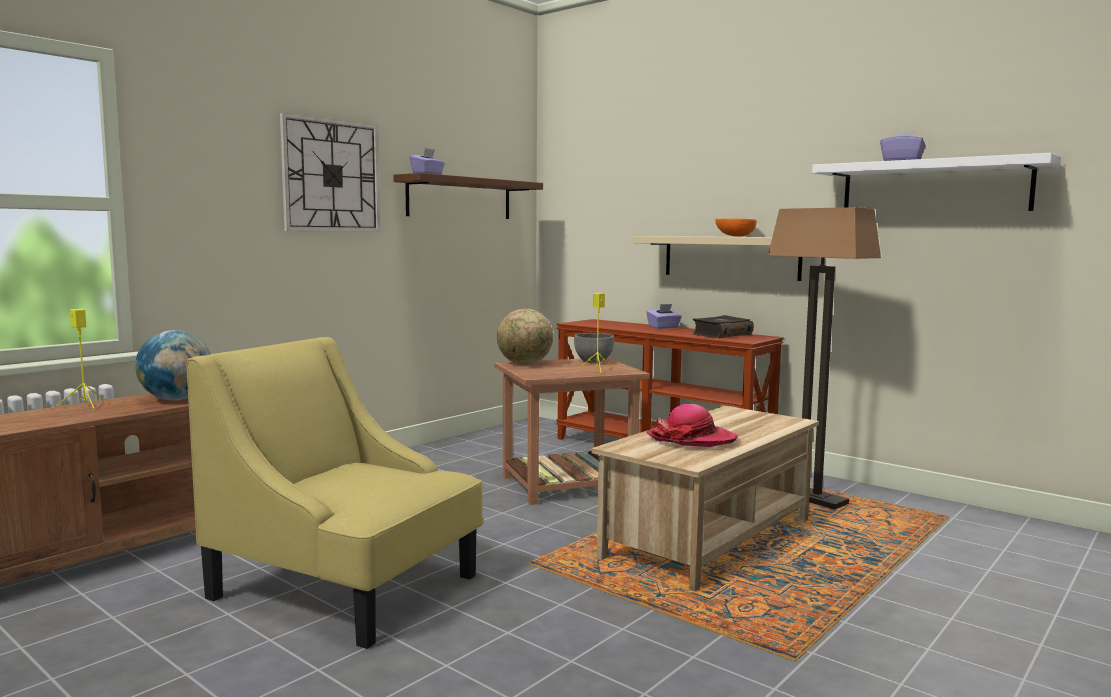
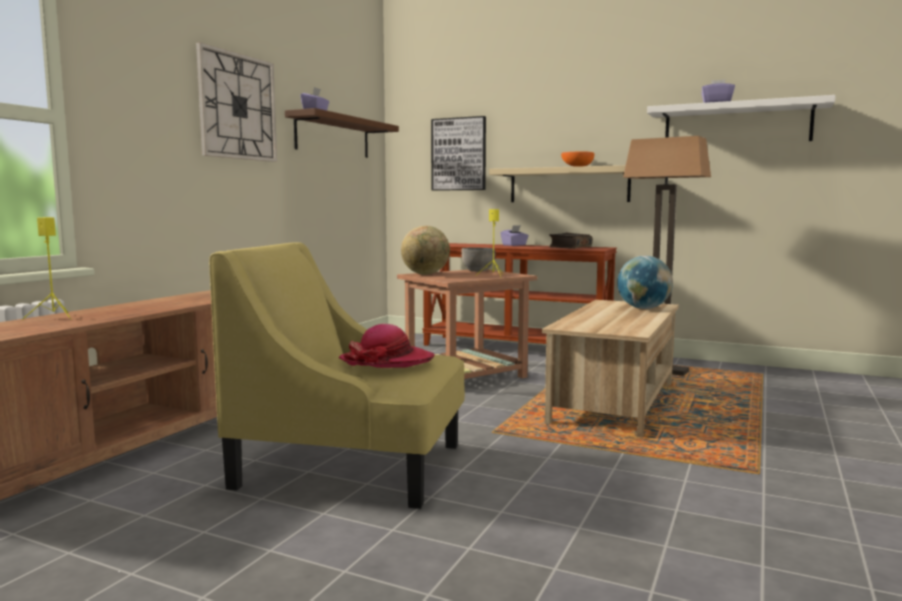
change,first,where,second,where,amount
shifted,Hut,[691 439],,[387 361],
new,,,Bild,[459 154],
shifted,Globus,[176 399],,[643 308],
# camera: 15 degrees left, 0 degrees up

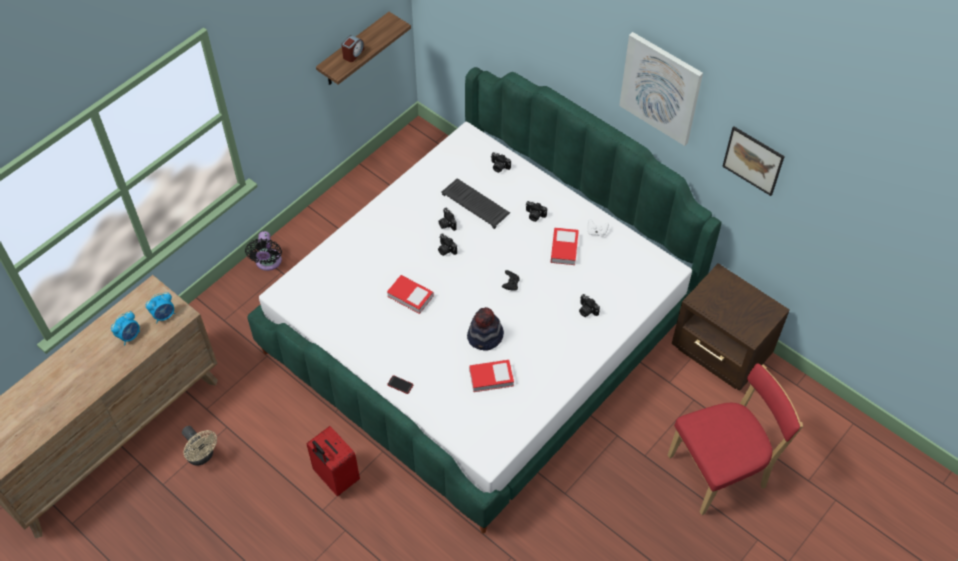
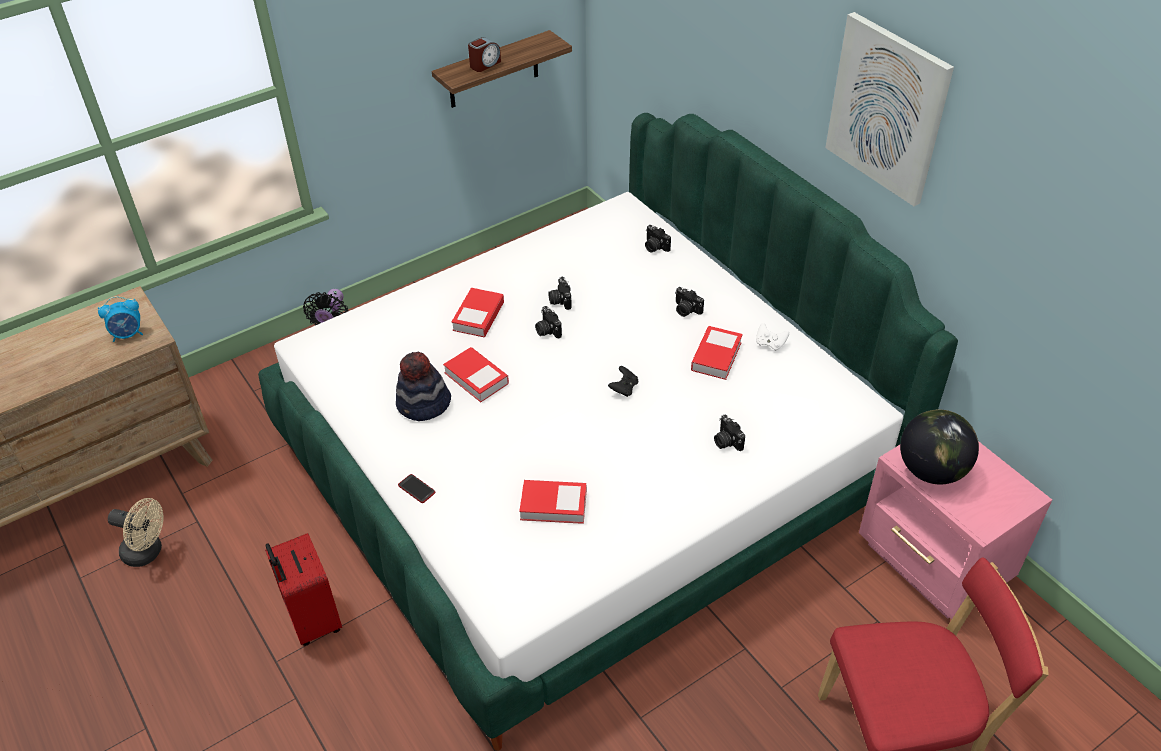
change,first,where,second,where,amount
rotated,Ventilator (beige),[202 456],,[148 552],45 degrees counterclockwise
shifted,Hut,[485 337],,[423 405],
new,,,Buch,[478 316],
repainted,Nachttisch (braun),[721 354],Nachttisch (rosa),[934 564],
new,,,Globus,[931 470],
gone,Wecker,[129 336],,,
gone,Tastatur,[476 204],,,
gone,Bild,[753 160],,,
# camera: 15 degrees right, 10 degrees down

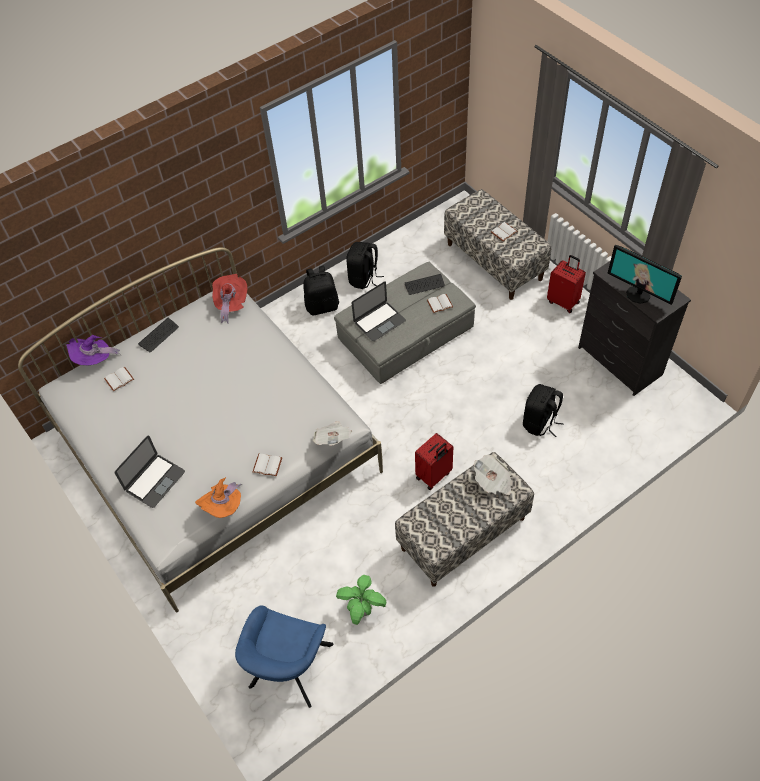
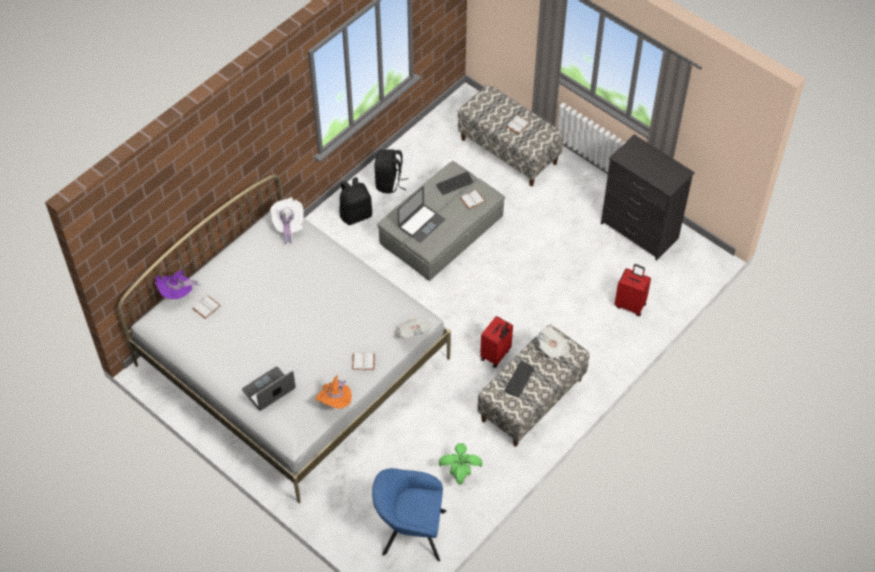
change,first,where,second,where,amount
rotated,Laptop,[155 481],,[268 389],150 degrees counterclockwise
repainted,Hut (rot),[231 304],Hut (weiß),[288 225],
rotated,Sessel (blau),[289 670],,[410 531],90 degrees clockwise
shifted,Tastatur,[159 336],,[519 380],
shifted,Koffer (rot),[563 301],,[630 305],
gone,Rucksack (schwarz),[540 423],,,
gone,Monitor,[638 294],,,
# camera: 15 degrees left, 0 degrees up

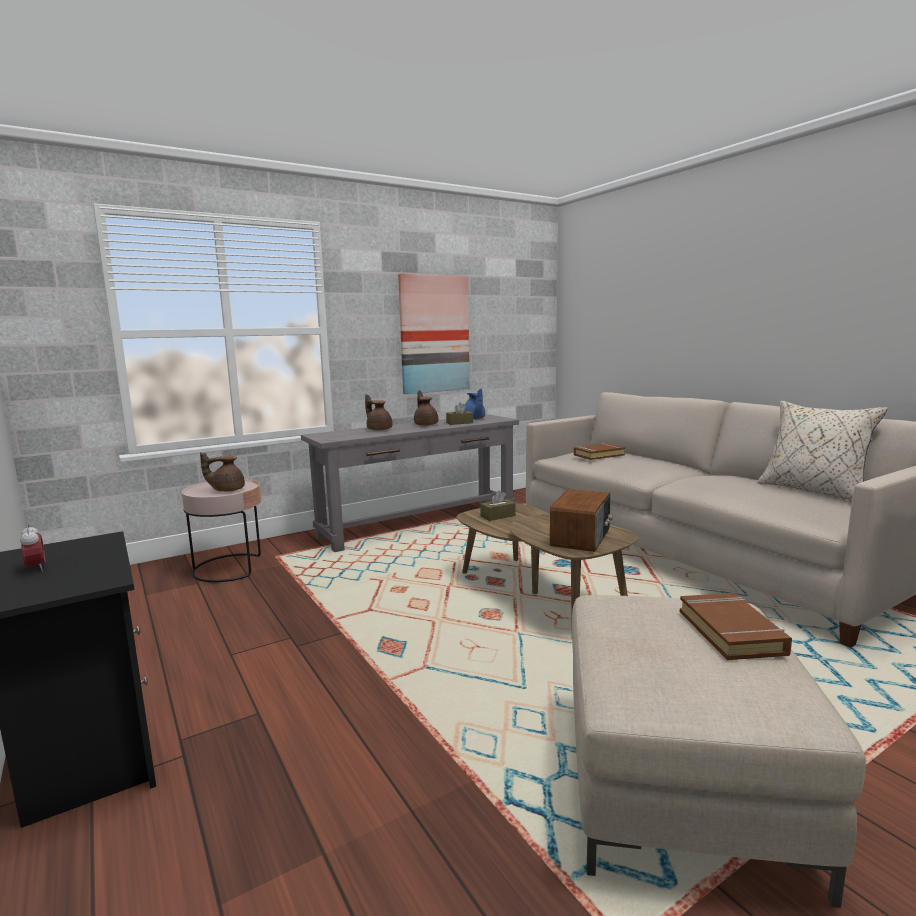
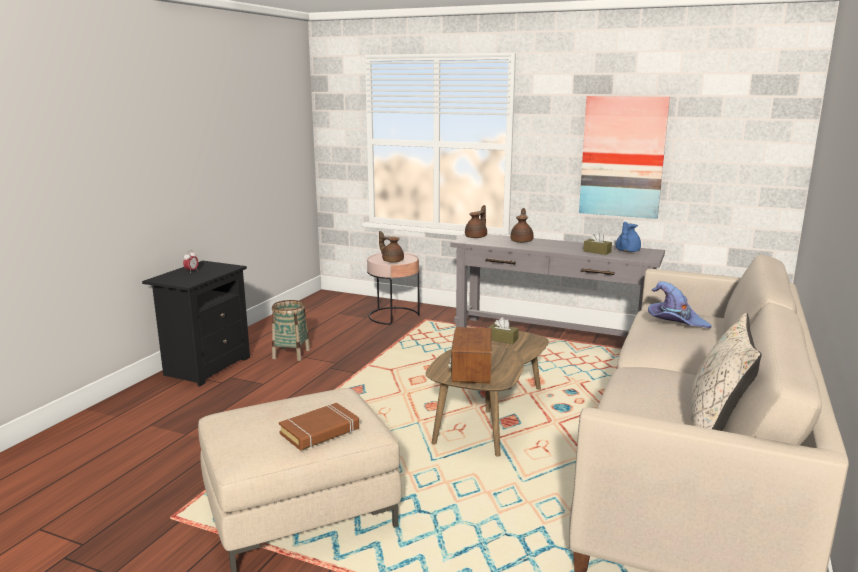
change,first,where,second,where,amount
new,,,Korb,[291 354],
rotated,Radio,[582 538],,[470 370],105 degrees clockwise
shifted,Teekanne (braun),[426 424],,[476 237],
swapped,Buch (braun),[598 455],Hut (lila),[675 322],
# camera: 55 degrees right, 5 degrees up

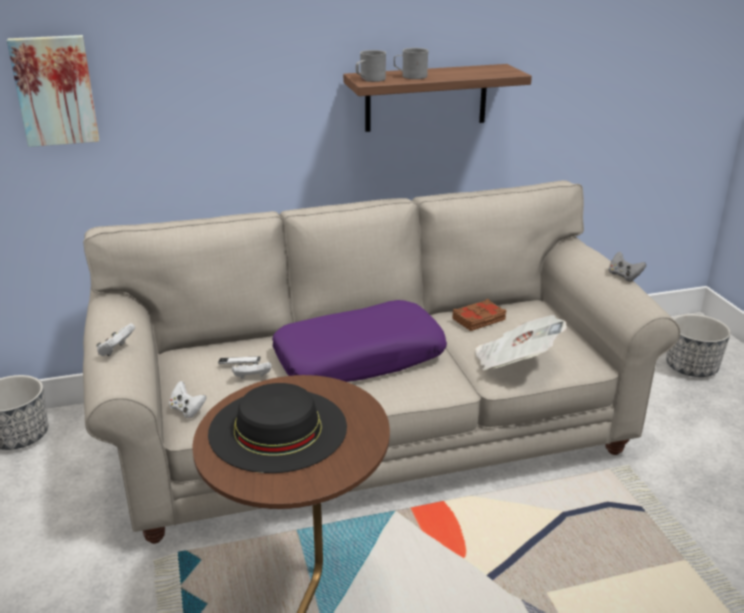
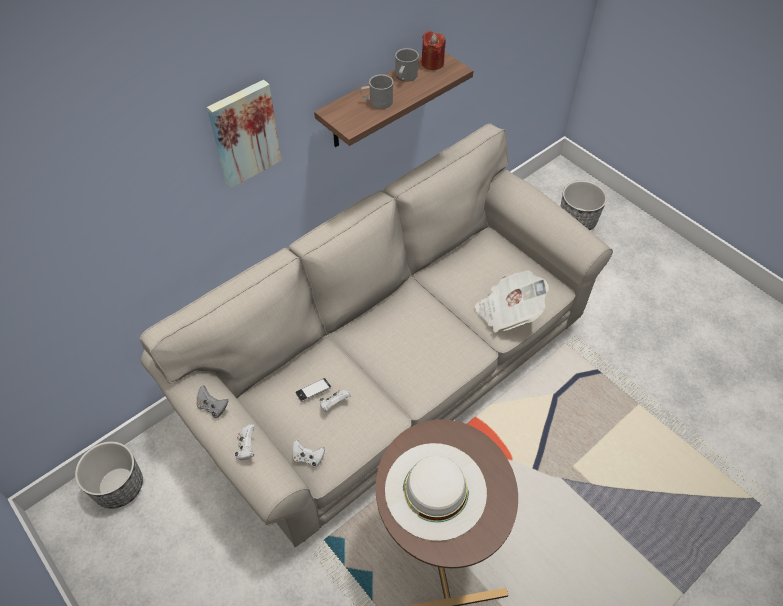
change,first,where,second,where,amount
shifted,Gamepad (grau),[624 276],,[213 407],
shifted,Bild,[55 90],,[244 133],
repainted,Hut (schwarz),[277 429],Hut (weiß),[435 490],
shifted,Henkelbecher (grau),[369 79],,[405 77],
new,,,Kerze (rot),[432 63],
gone,Kissen (lila),[359 358],,,
gone,Buch (braun),[479 319],,,
# camera: 25 degrees left, 25 degrees up

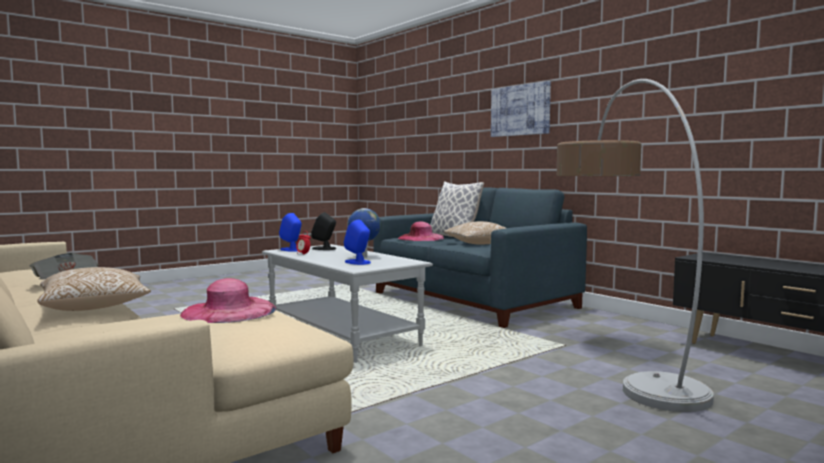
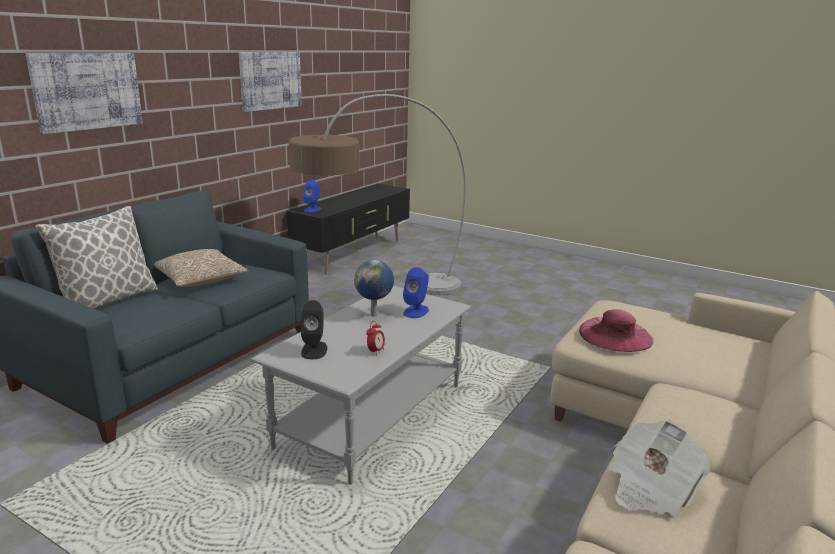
change,first,where,second,where,amount
new,,,Bild,[270 80],
shifted,Lautsprecher (blau),[291 250],,[312 209],
gone,Kissen,[95 307],,,
gone,Hut (rosa),[421 238],,,
# camera: 110 degrees left, 15 degrees up

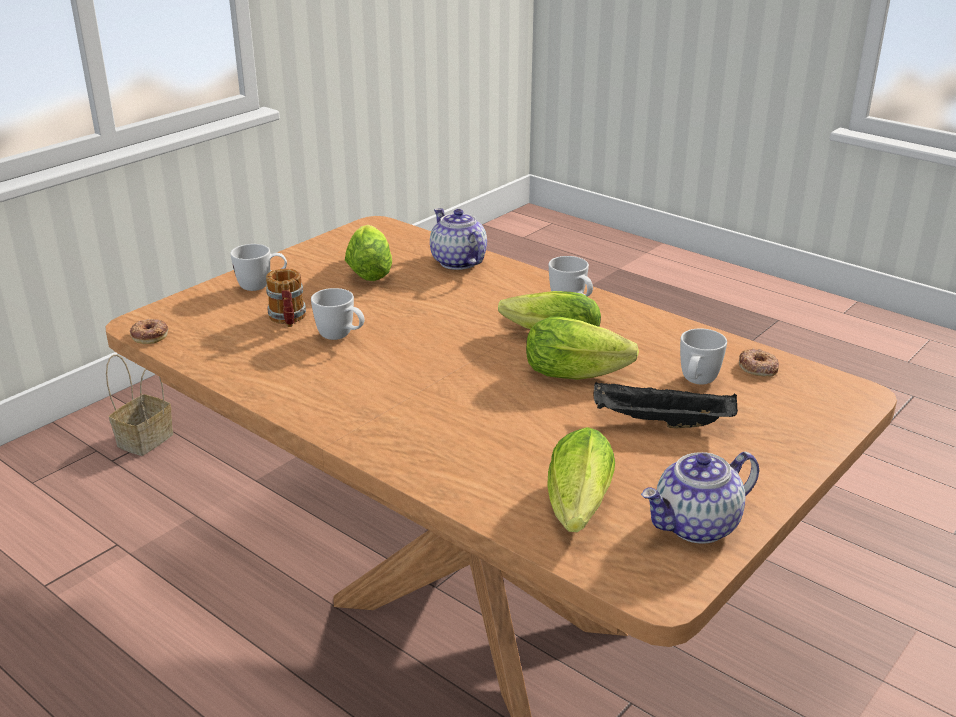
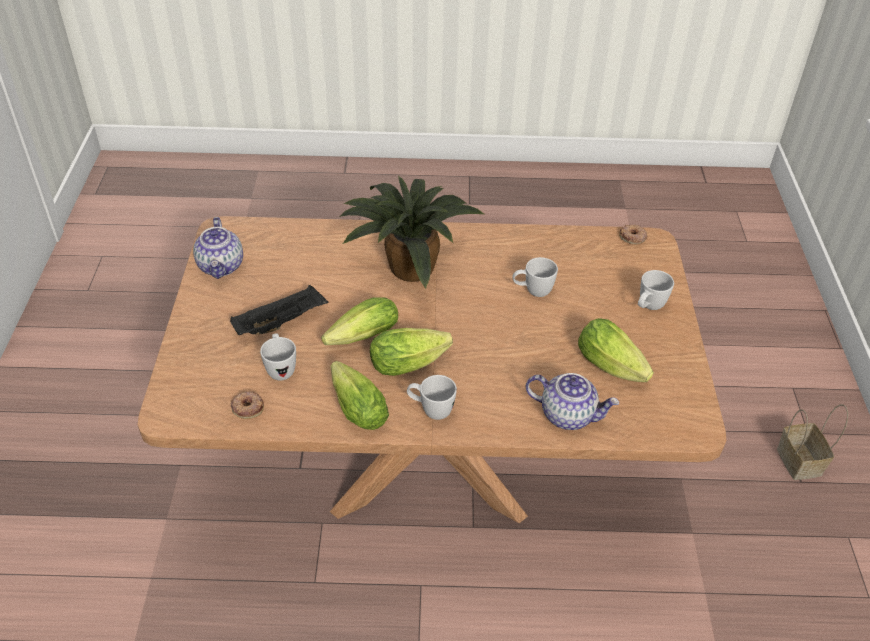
change,first,where,second,where,amount
rotated,Teekanne,[696 526],,[221 266],150 degrees clockwise
shifted,Salatkopf,[577 510],,[356 406],
new,,,Topfpflanze,[408 266],
gone,Henkelbecher,[288 319],,,
# camera: 140 degrees right, 15 degrees up

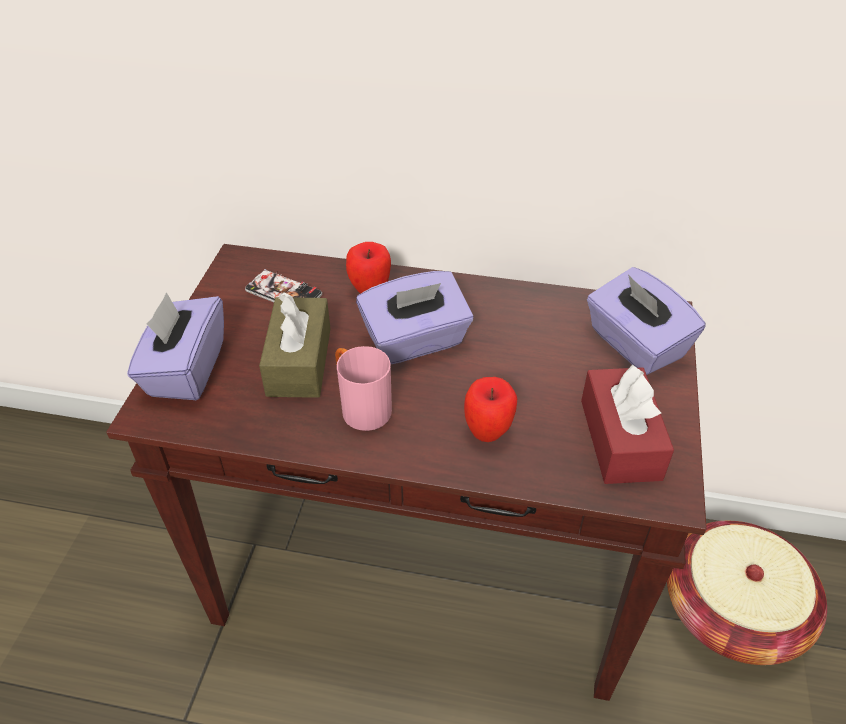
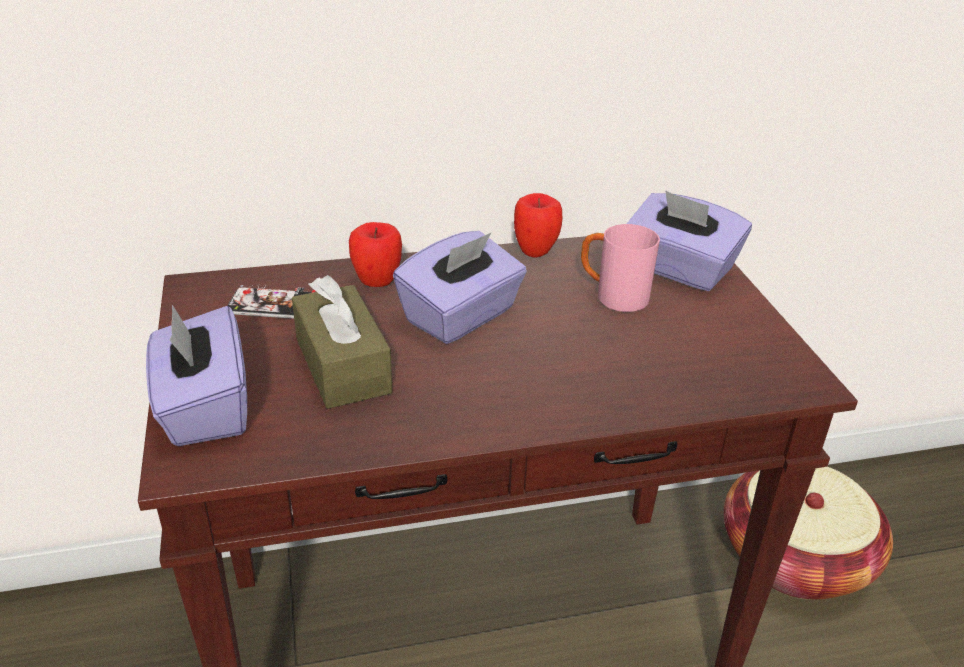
change,first,where,second,where,amount
shifted,Apfel,[488 432],,[535 252],
shifted,Henkelbecher (rosa),[360 407],,[612 296],
gone,Taschentuchbox (rot),[620 439],,,
# camera: 25 degrees left, 10 degrees down

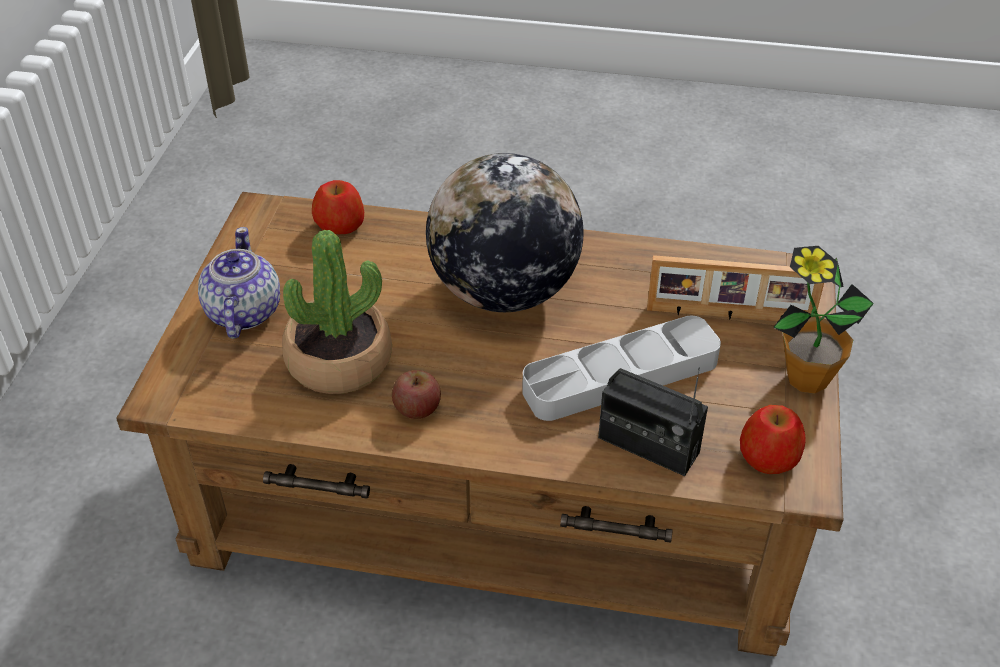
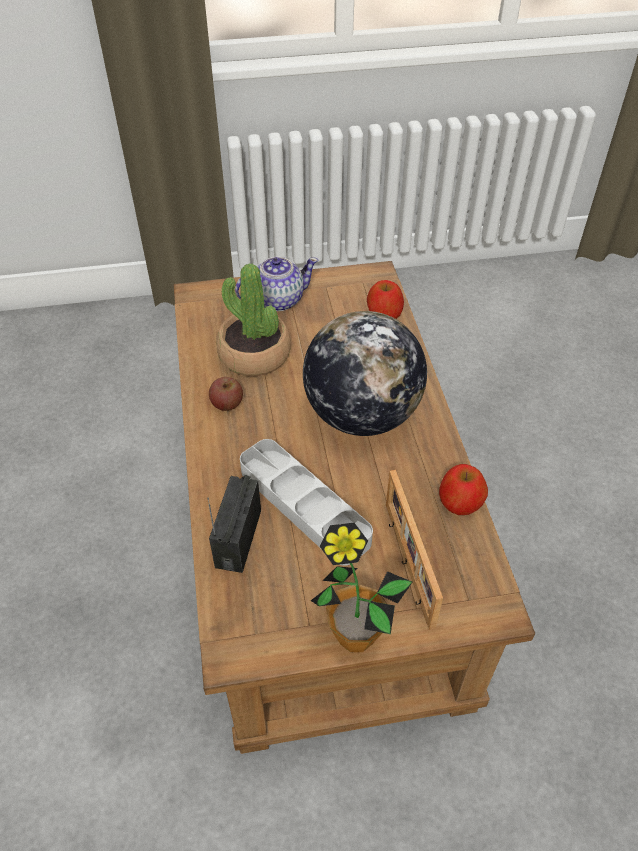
change,first,where,second,where,amount
shifted,Apfel,[769 456],,[460 501],
# camera: 70 degrees right, 5 degrees up

